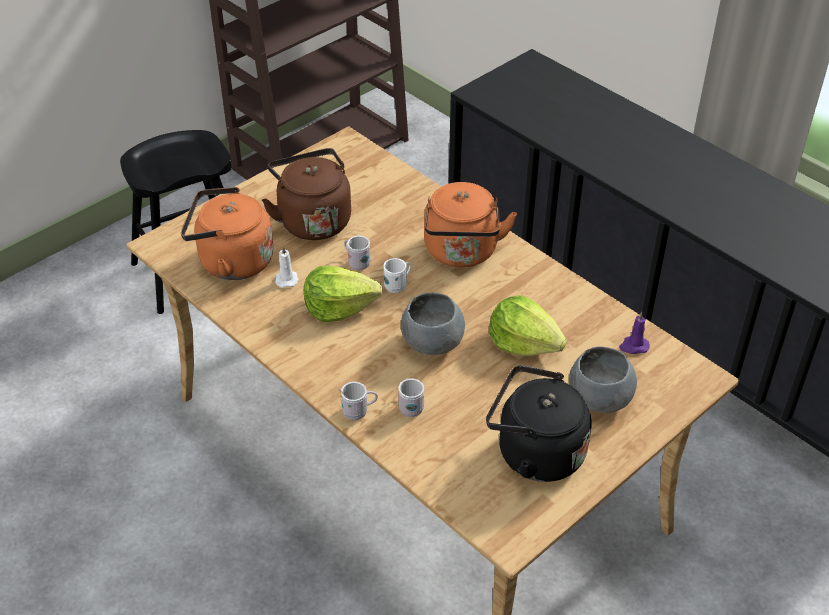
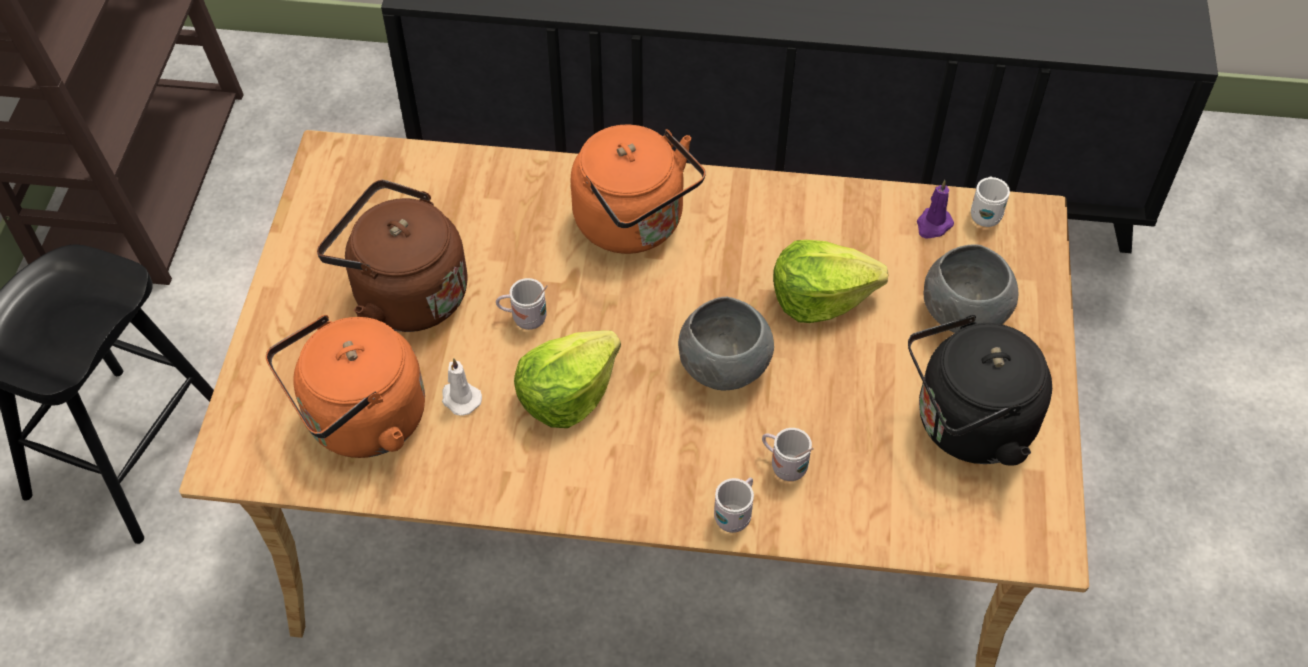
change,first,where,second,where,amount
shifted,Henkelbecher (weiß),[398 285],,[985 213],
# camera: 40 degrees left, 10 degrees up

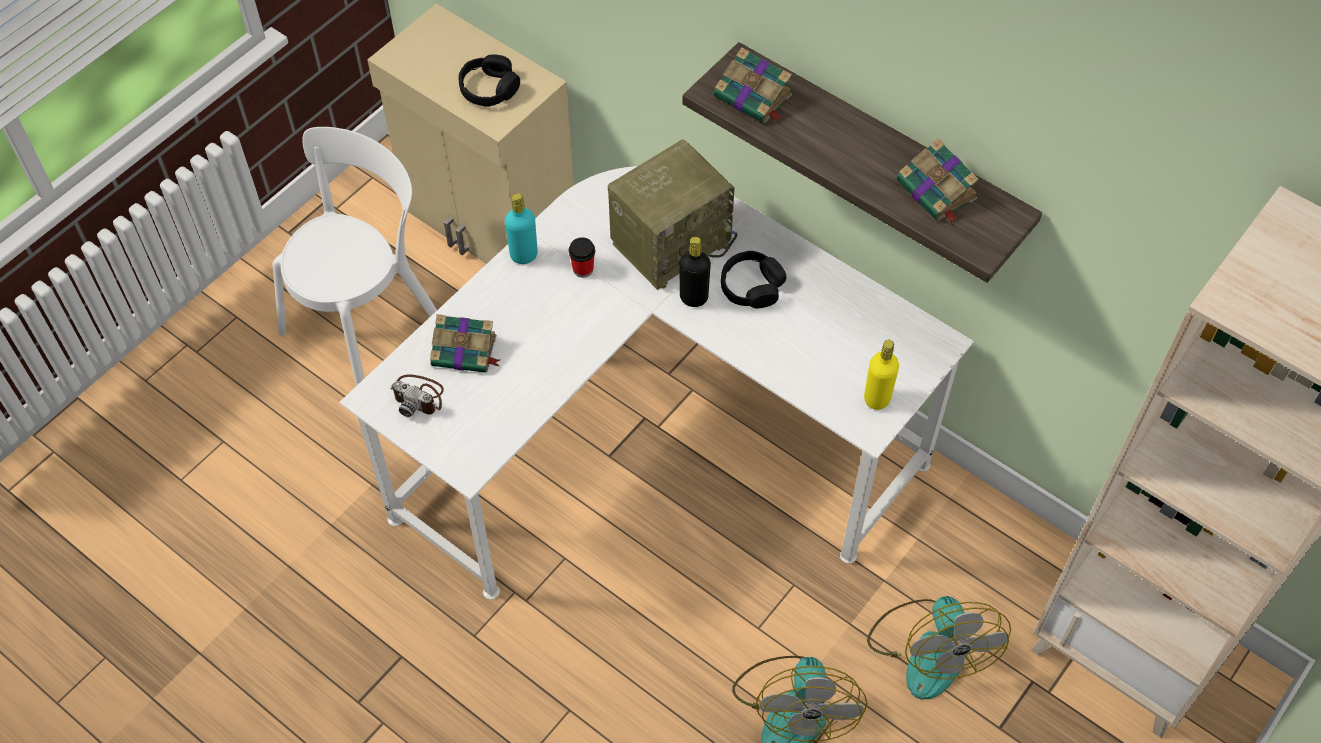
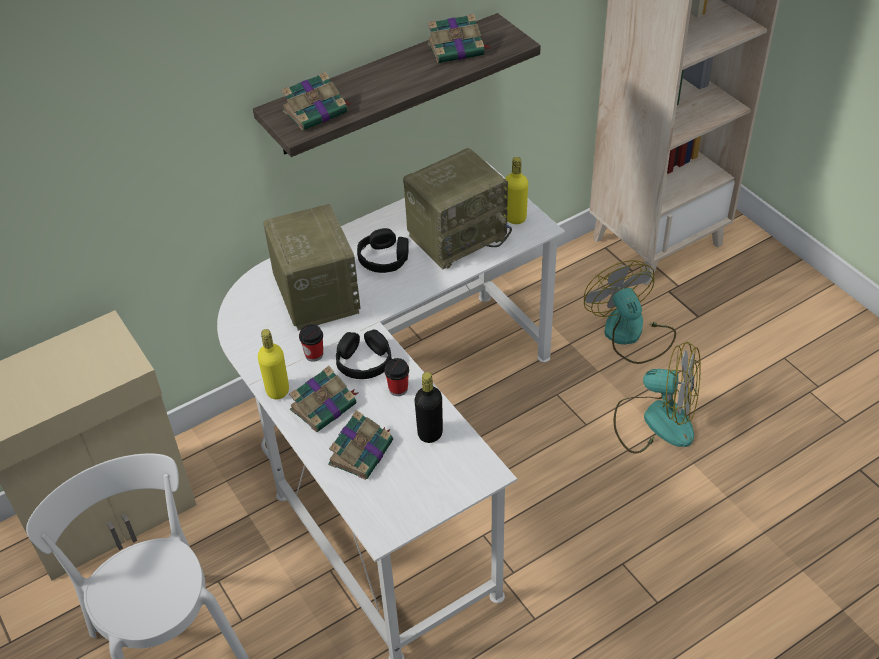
change,first,where,second,where,amount
repainted,Flasche (türkis),[524 255],Flasche (gelb),[277 390],
new,,,Buch,[324 406],
shifted,Kopfhörer (schwarz),[489 88],,[364 362],
new,,,Tasse,[398 389],
new,,,Radio,[457 235],
shifted,Flasche (schwarz),[694 298],,[430 433],
rotated,Ventilator,[929 648],,[630 334],120 degrees counterclockwise
gone,Kamera,[419 396],,,
# camera: 70 degrees left, 10 degrees down

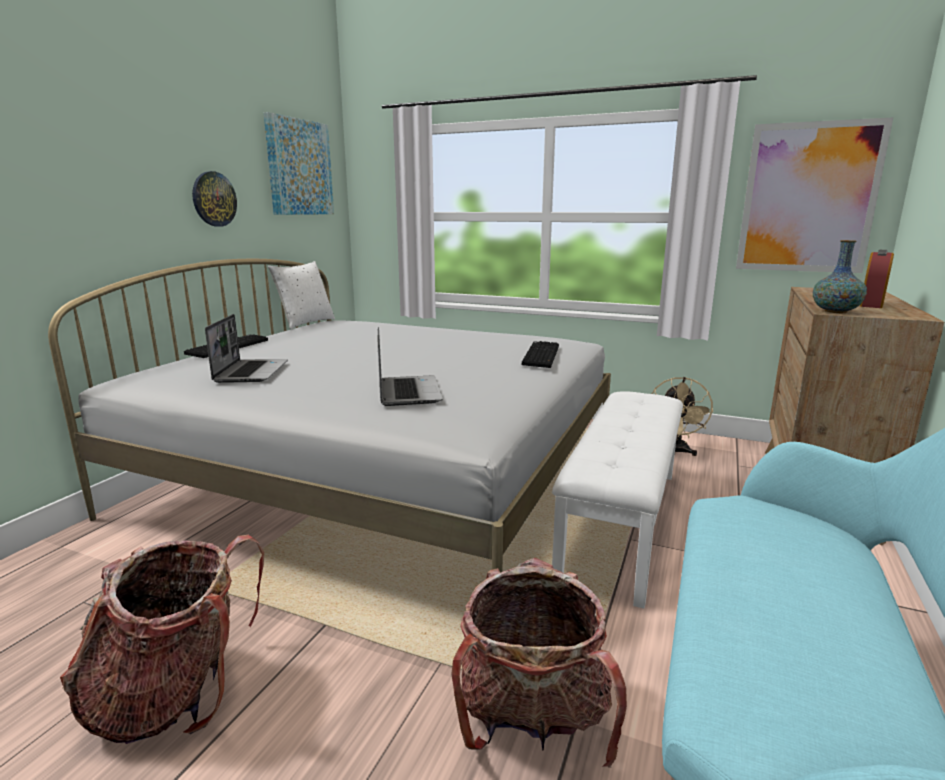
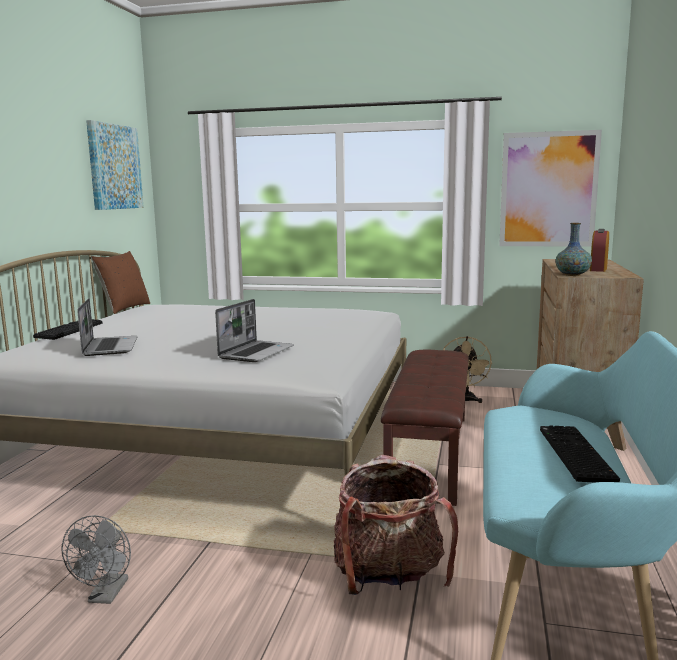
change,first,where,second,where,amount
swapped,Rucksack,[176 693],Ventilator (grau),[106 596],
repainted,Kissen (weiß),[305 323],Kissen (braun),[124 308],
rotated,Laptop,[407 392],,[256 352],45 degrees clockwise
repainted,Bank (weiß),[620 521],Bank (braun),[428 453],
shifted,Tastatur,[539 355],,[573 454],
gone,Wanduhr,[214 199],,,
# camera: 10 degrees left, 5 degrees down

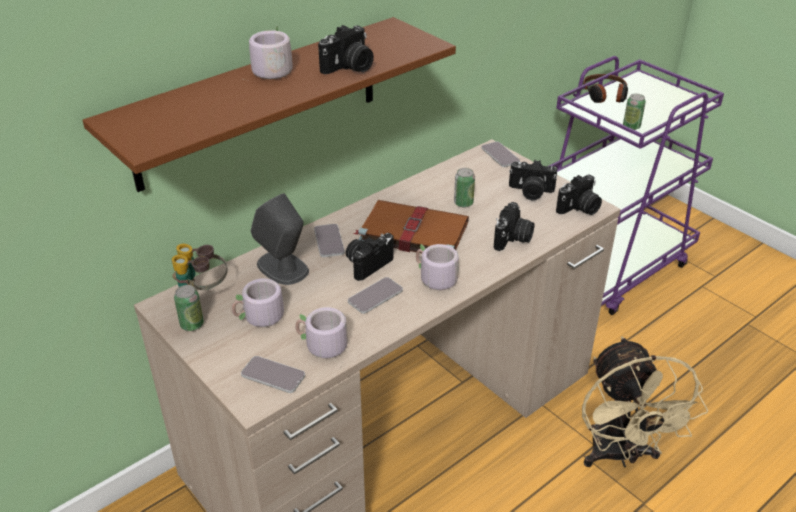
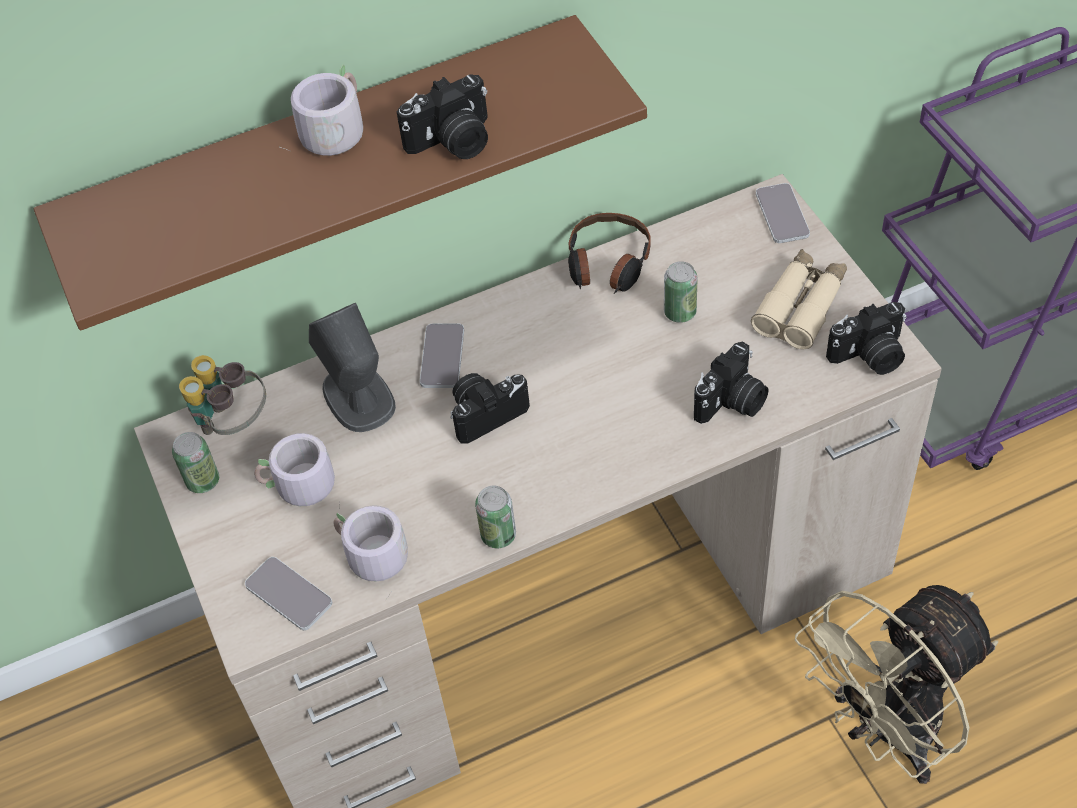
change,first,where,second,where,amount
shifted,Dose,[631 126],,[498 535],
shifted,Kopfhörer,[605 95],,[607 264],
swapped,Kamera,[530 192],Fernglas (beige),[801 306],
rotated,Ventilator (beige),[619 455],,[887 731],45 degrees clockwise
gone,Handy,[375 296],,,
gone,Buch (braun),[411 232],,,
gone,Henkelbecher (grau),[434 279],,,
# camera: 20 degrees right, 15 degrees up

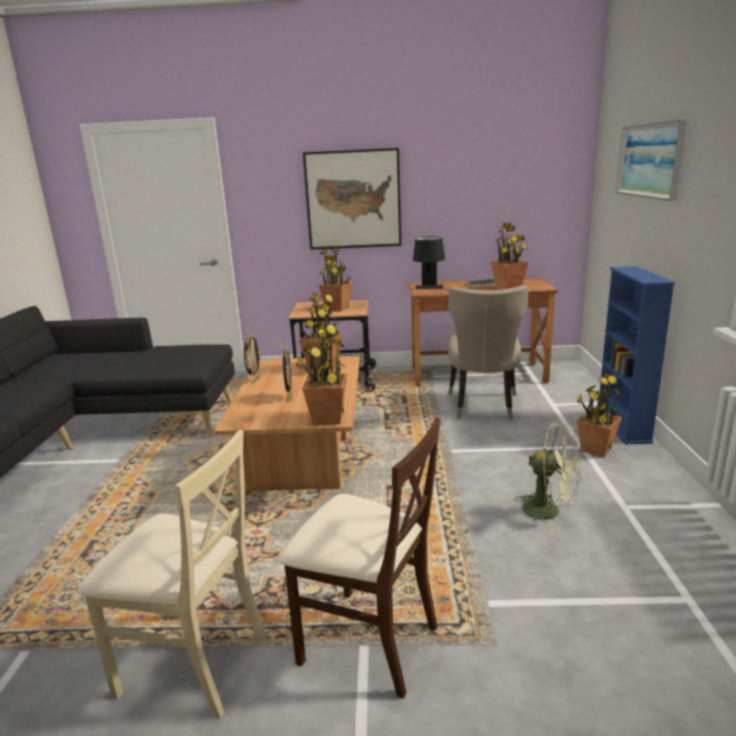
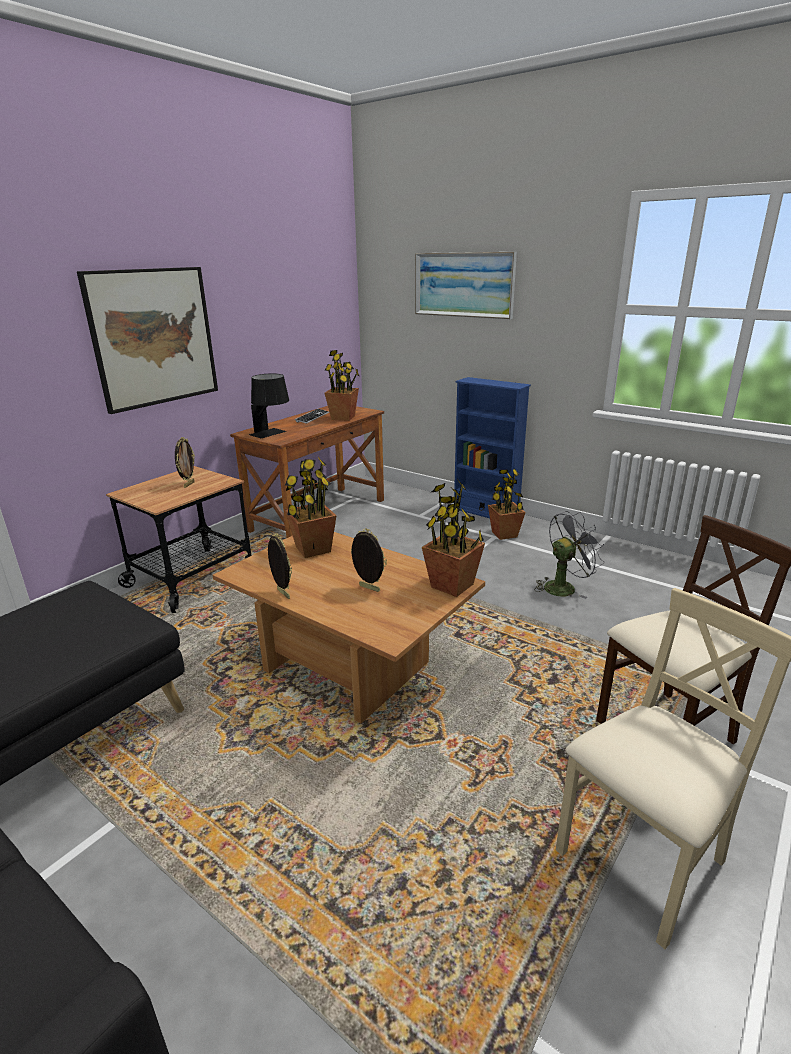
change,first,where,second,where,amount
swapped,Topfpflanze,[337 308],Bilderrahmen,[188 484],
repainted,Ventilator (grün),[549 511],Ventilator (grau),[564 587],
gone,Stuhl (beige),[482 407],,,
# camera: 55 degrees left, 5 degrees up

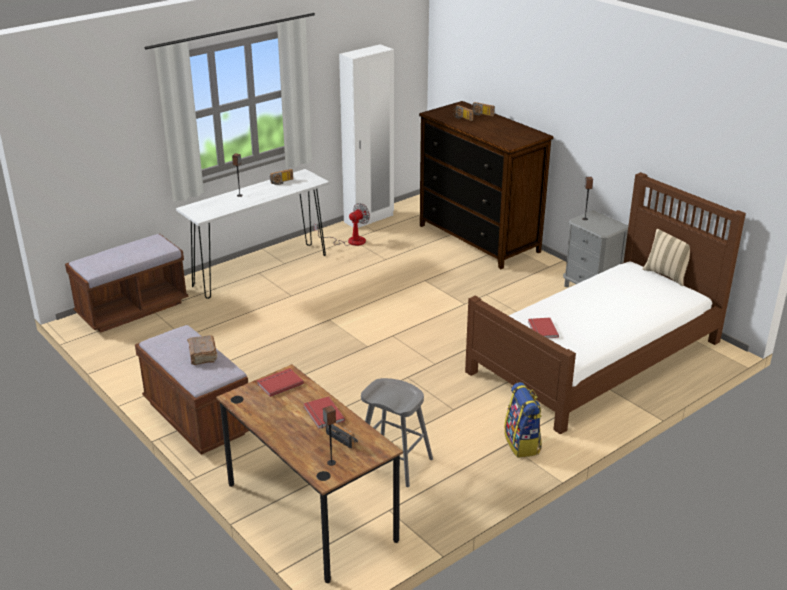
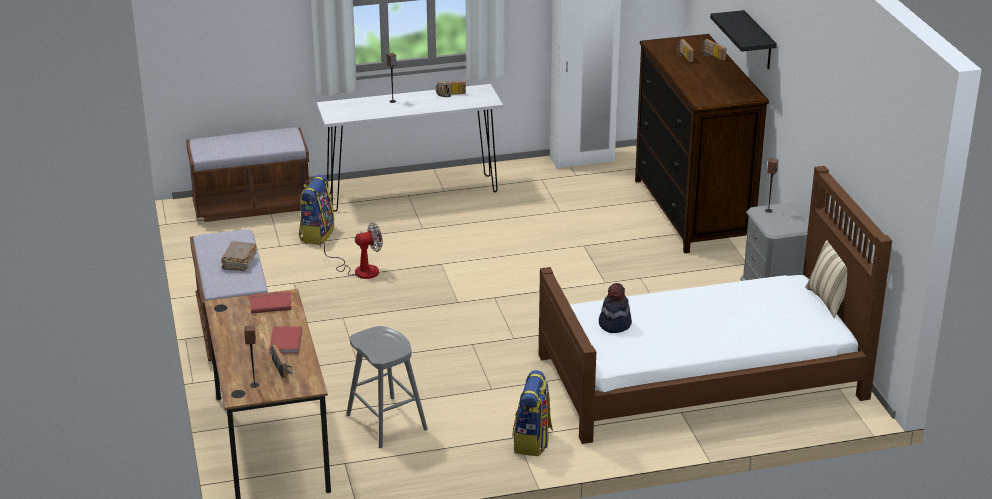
change,first,where,second,where,amount
new,,,Rucksack,[316 234],
shifted,Ventilator,[349 241],,[359 270],
swapped,Buch (rot),[541 330],Hut,[614 324],
new,,,Wandregal (schwarz),[758 41],
# camera: 25 degrees right, 0 degrees up

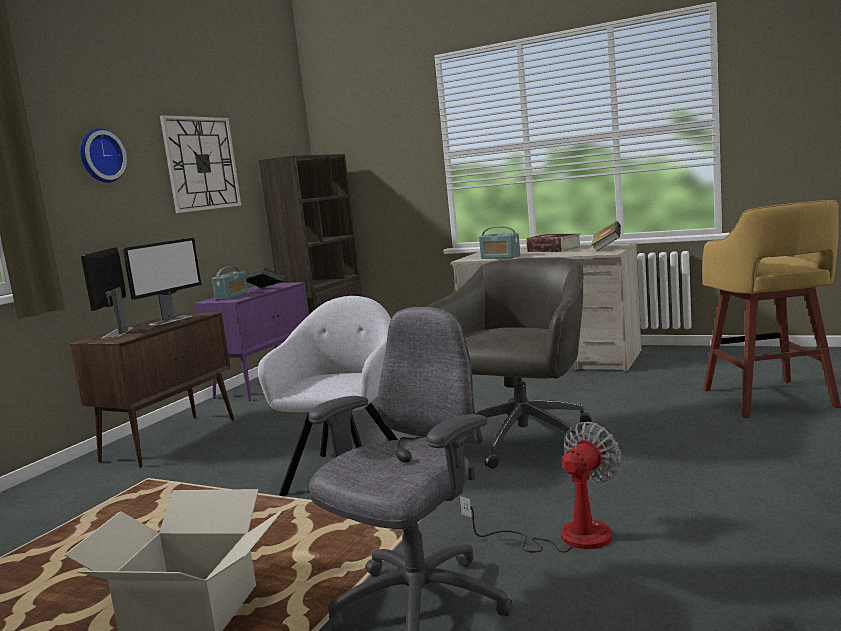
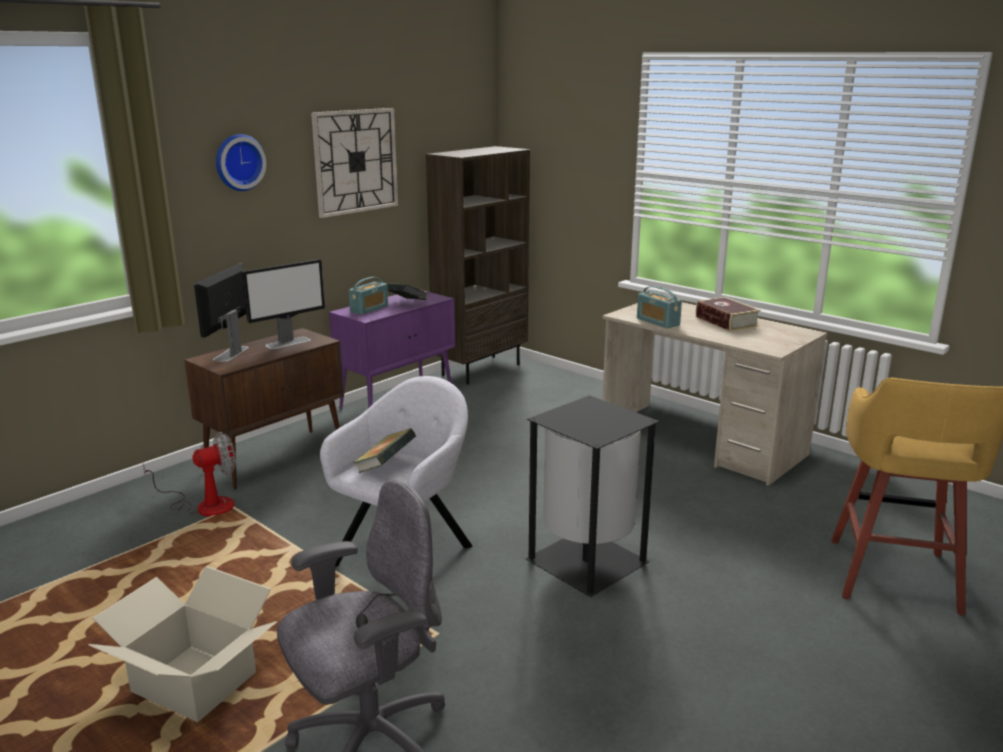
change,first,where,second,where,amount
shifted,Ventilator,[566 537],,[204 505],
shifted,Buch,[607 248],,[385 467],
swapped,Bürostuhl (grau),[522 441],Mülleimer (schwarz),[589 561],
# camera: 15 degrees right, 10 degrees up

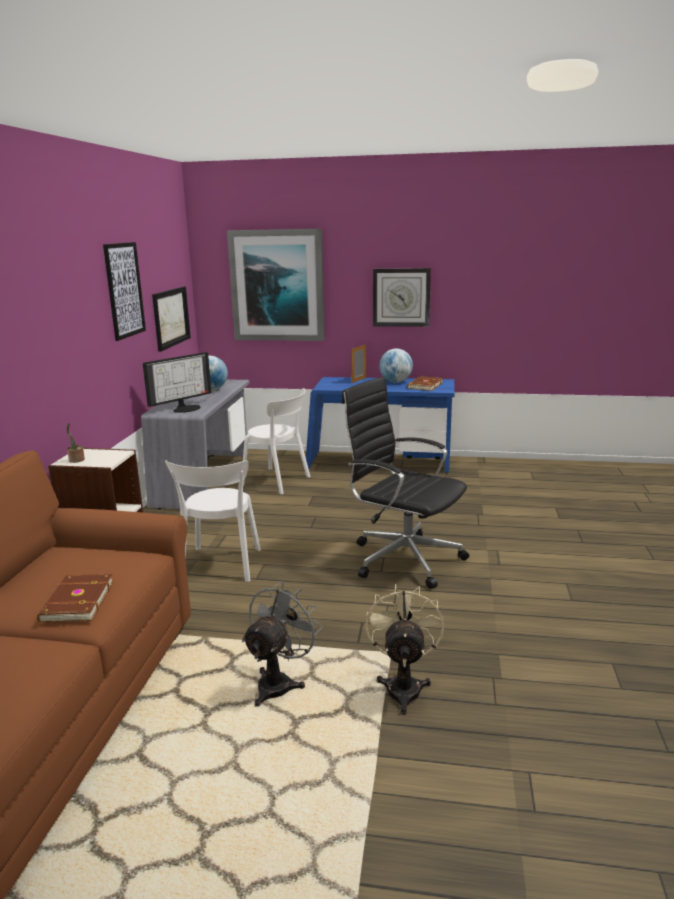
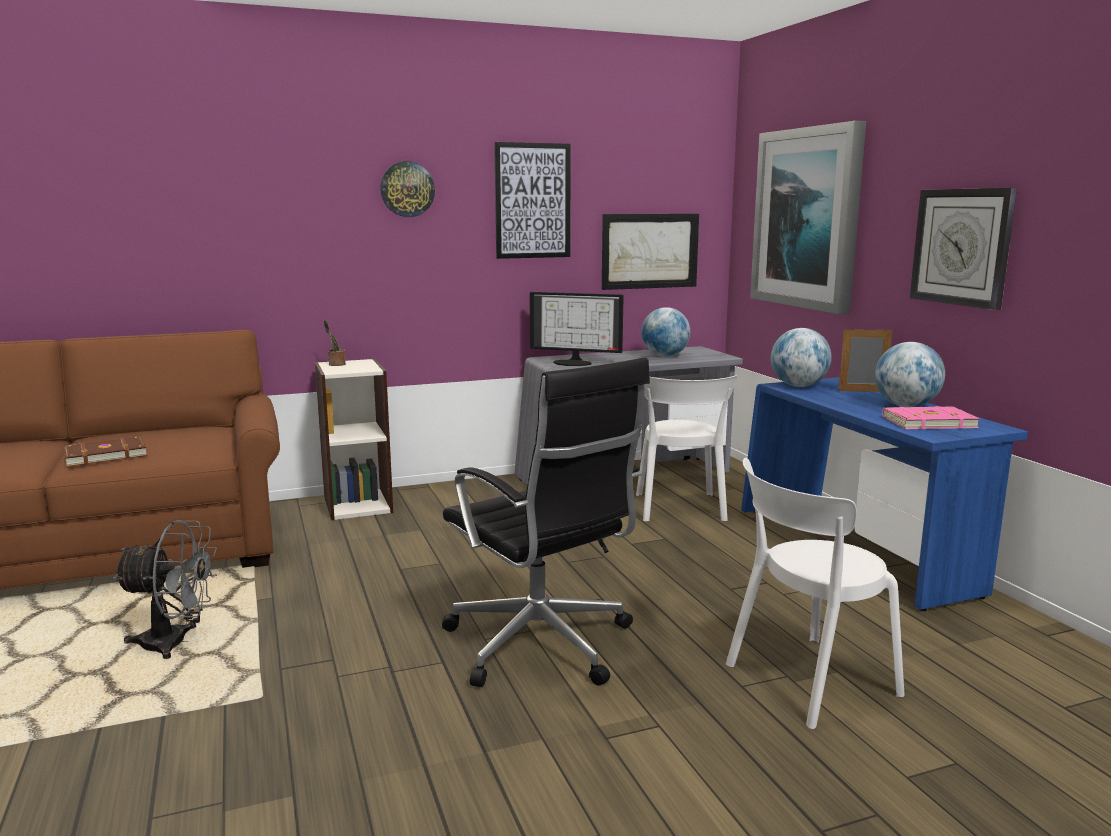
change,first,where,second,where,amount
new,,,Wanduhr,[407 189],
rotated,Bürostuhl (schwarz),[403 558],,[542 646],135 degrees clockwise
shifted,Stuhl (weiß),[220 566],,[805 681],
new,,,Globus,[798 386],
repainted,Buch (braun),[424 385],Buch (rosa),[927 422],
gone,Ventilator (beige),[403 686],,,
# camera: 60 degrees right, 5 degrees down

